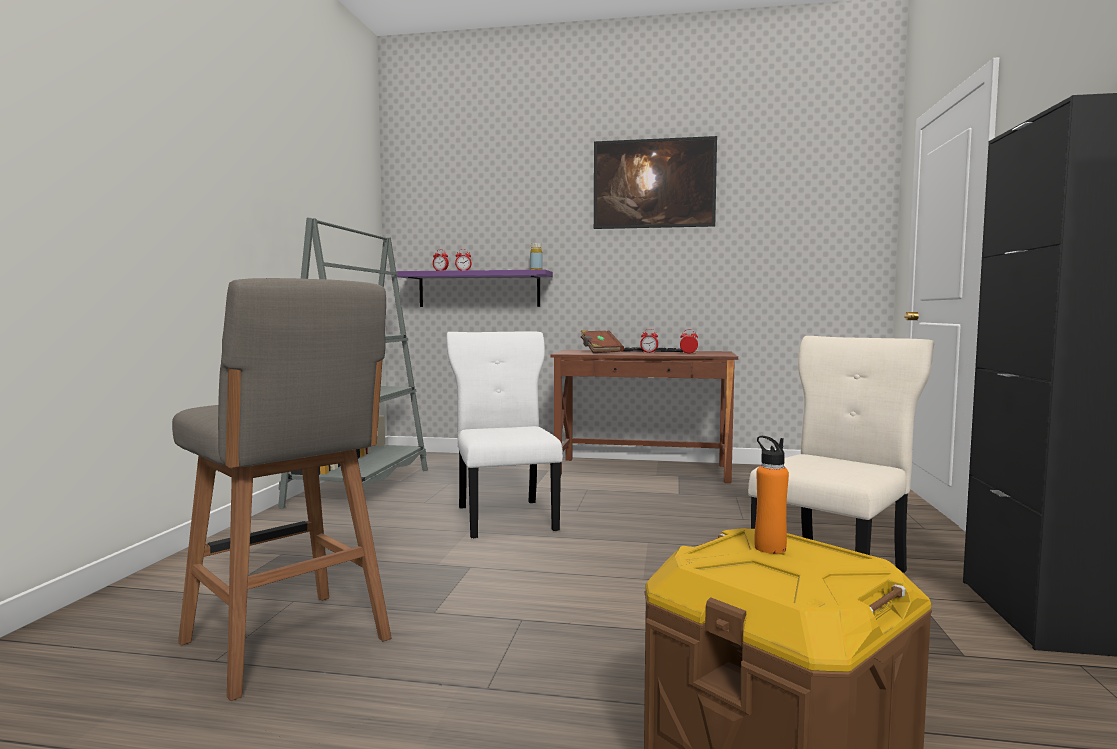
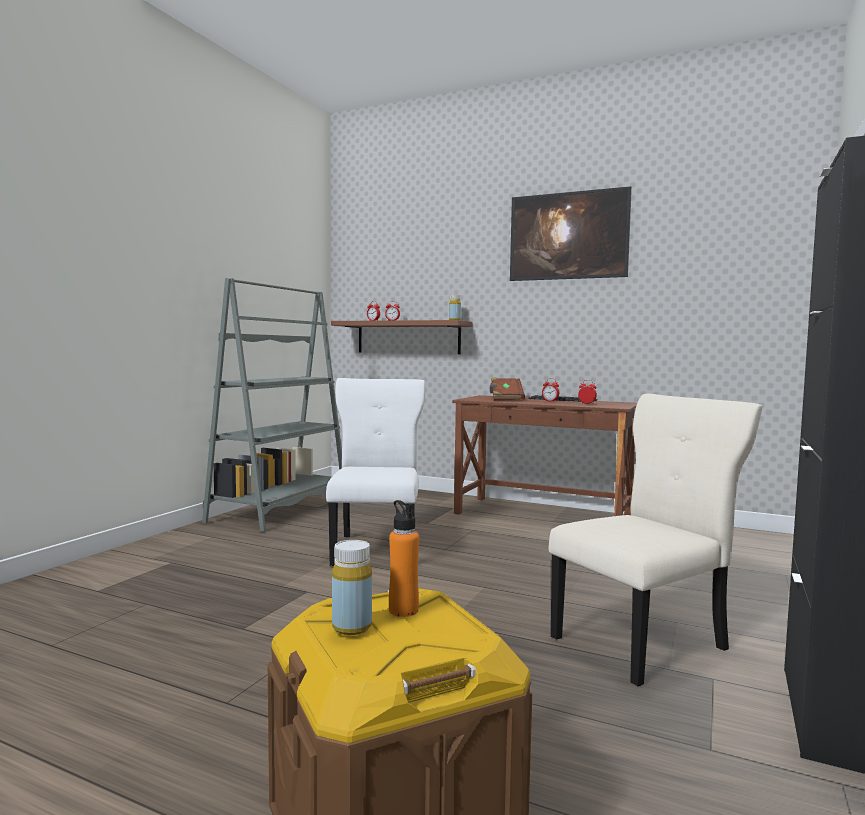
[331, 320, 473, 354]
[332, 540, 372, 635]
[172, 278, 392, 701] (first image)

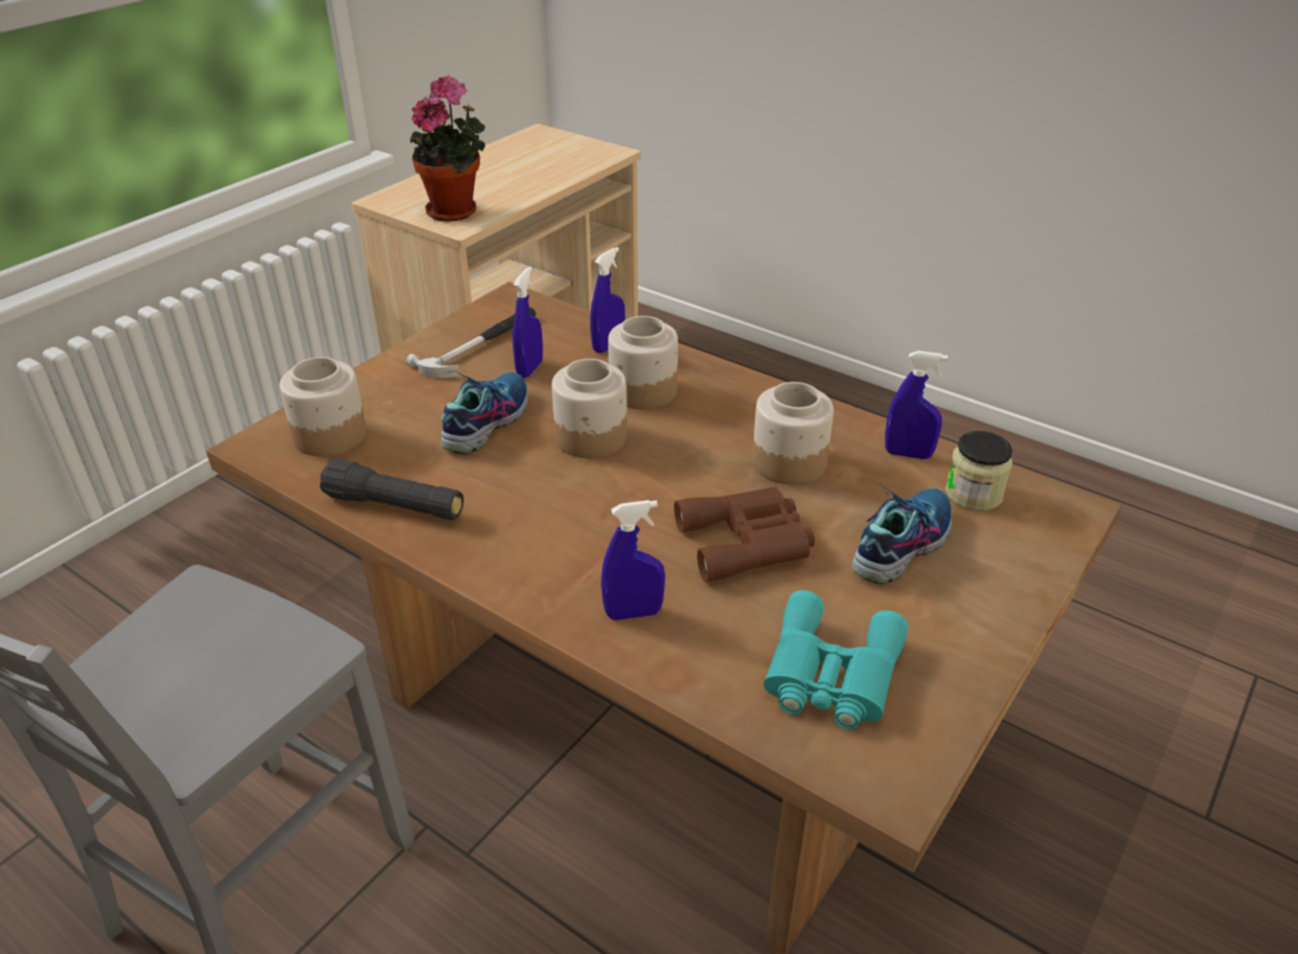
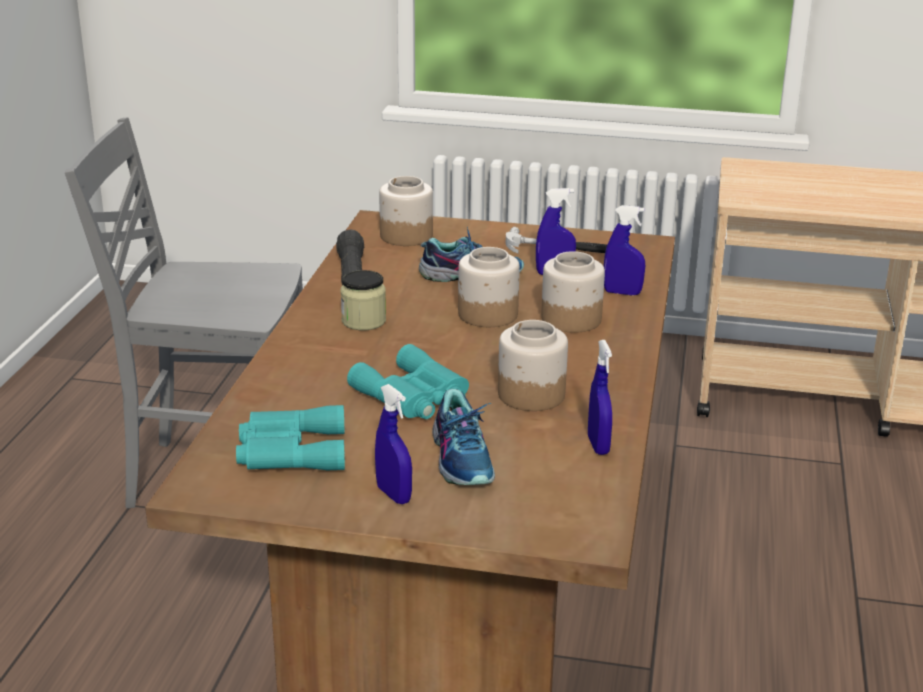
[340, 270, 386, 330]
[347, 344, 469, 419]
[375, 384, 412, 504]
[432, 389, 495, 485]
[410, 75, 486, 221] (first image)

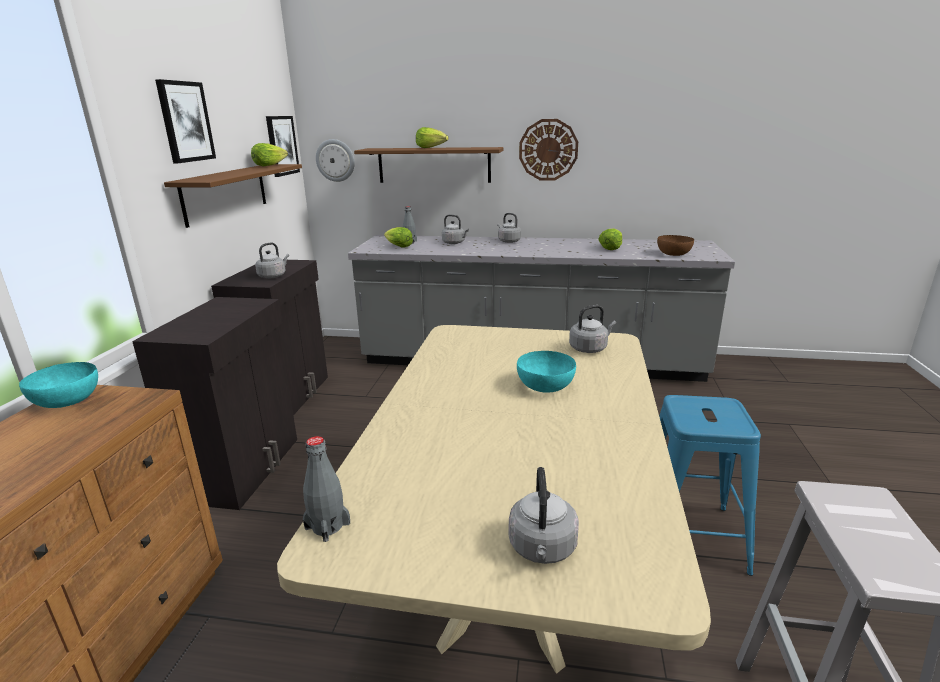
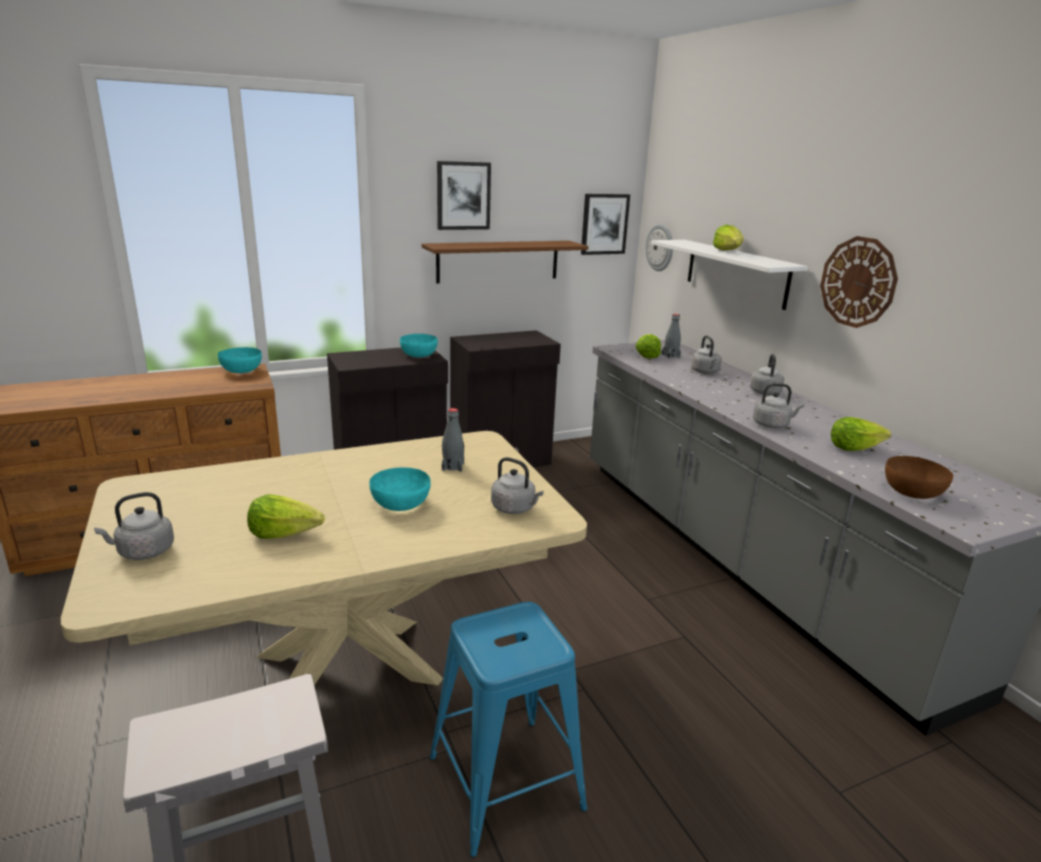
[247, 494, 325, 539]
[400, 334, 438, 357]
[442, 408, 464, 472]
[651, 240, 808, 310]
[753, 383, 804, 428]

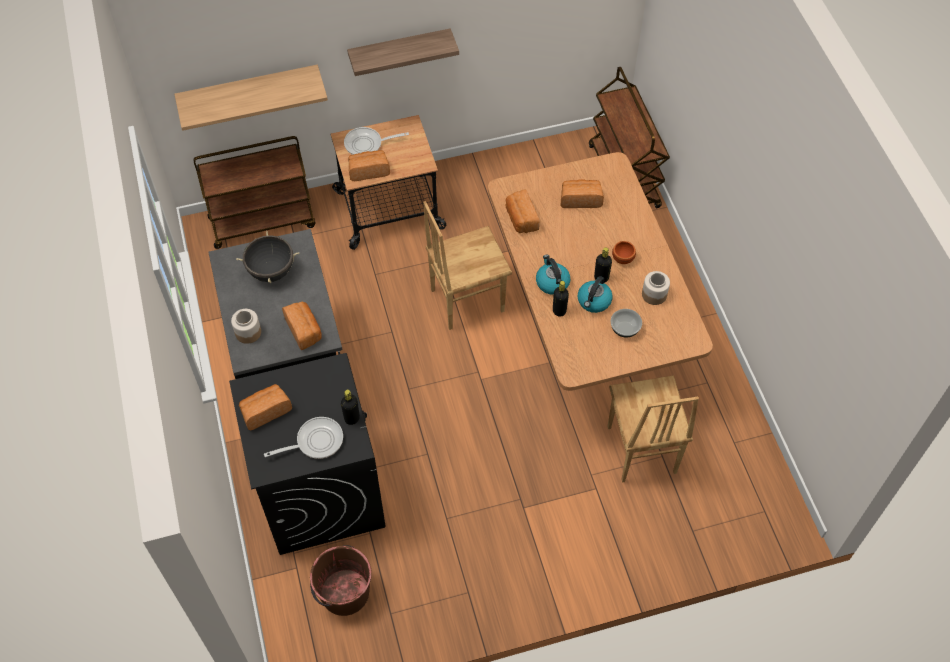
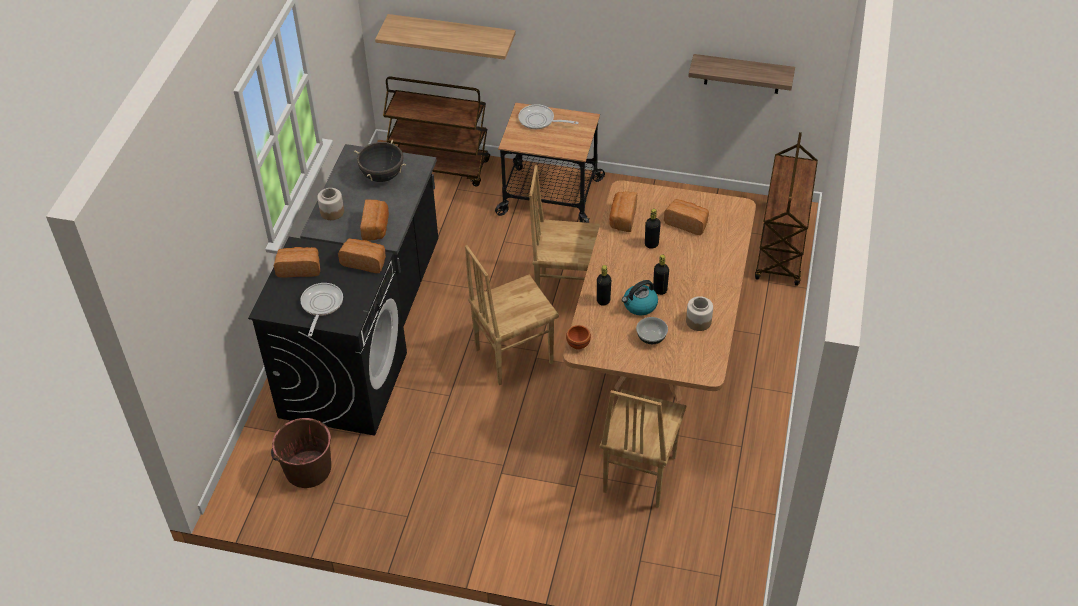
[300, 283, 343, 337]
[338, 238, 386, 273]
[465, 245, 559, 385]
[566, 325, 591, 350]
[645, 209, 661, 249]
[688, 54, 795, 94]
[536, 255, 570, 295] (first image)

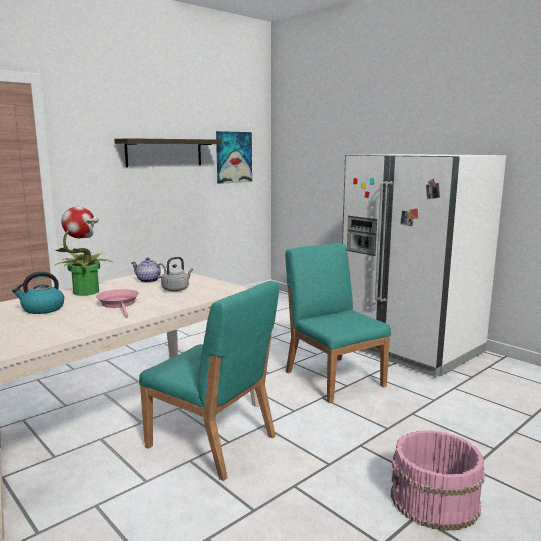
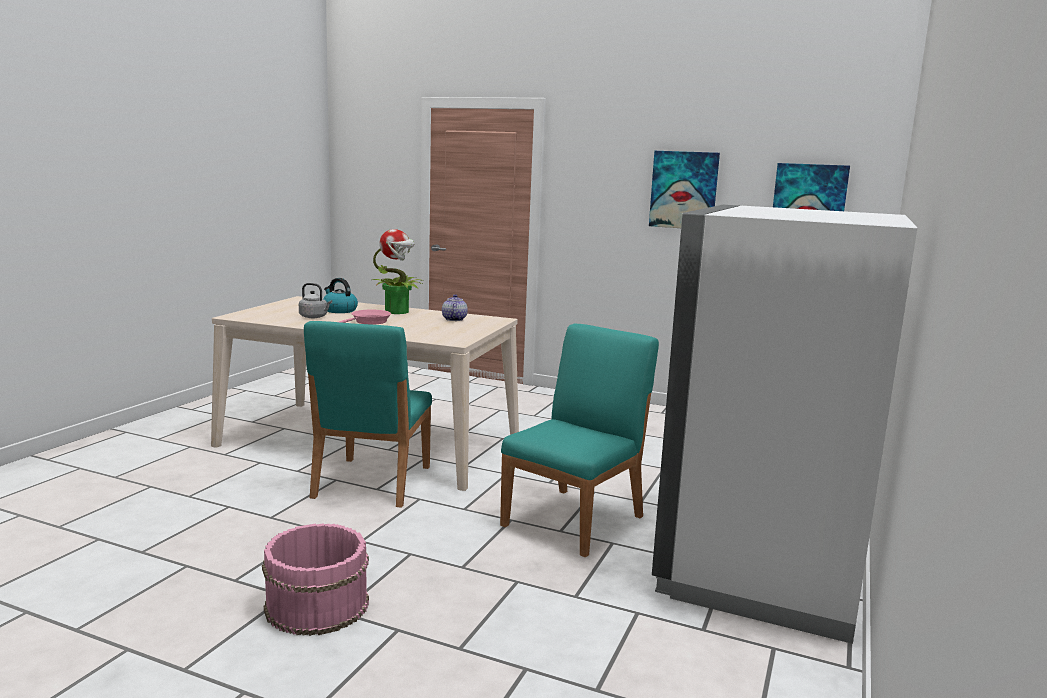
[299, 283, 332, 318]
[649, 151, 720, 228]

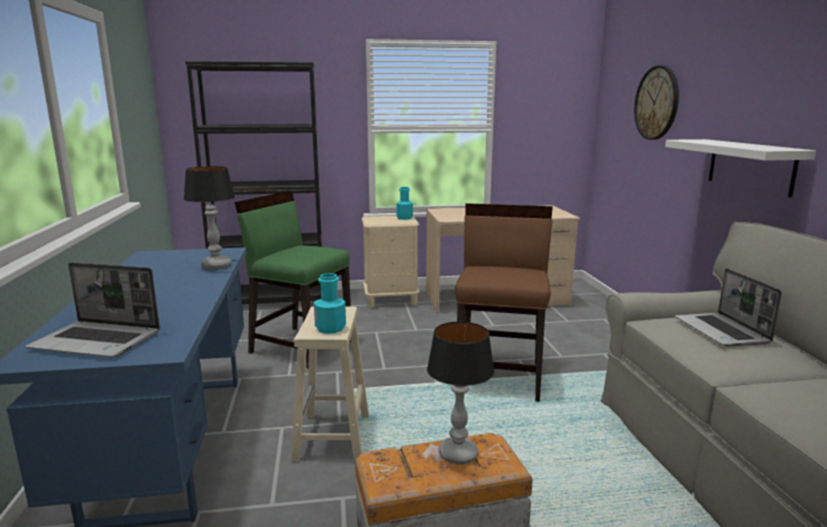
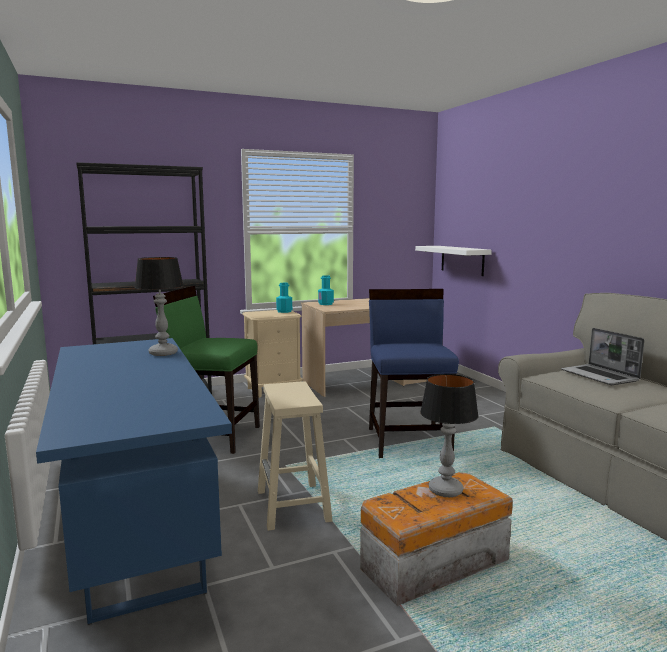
[318, 275, 334, 305]
[369, 289, 459, 458]
[415, 246, 492, 276]
[25, 262, 160, 357] (first image)
[634, 66, 679, 140] (first image)

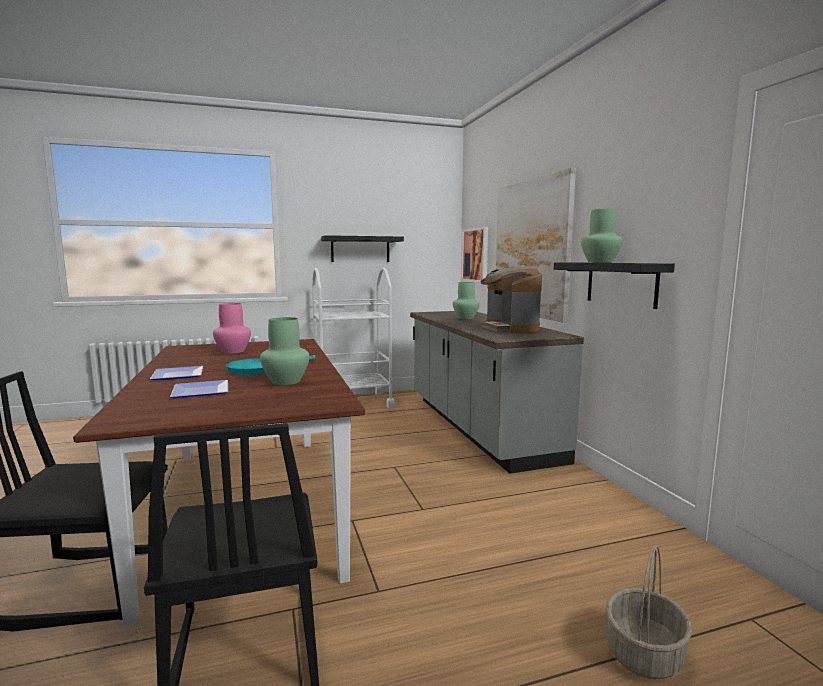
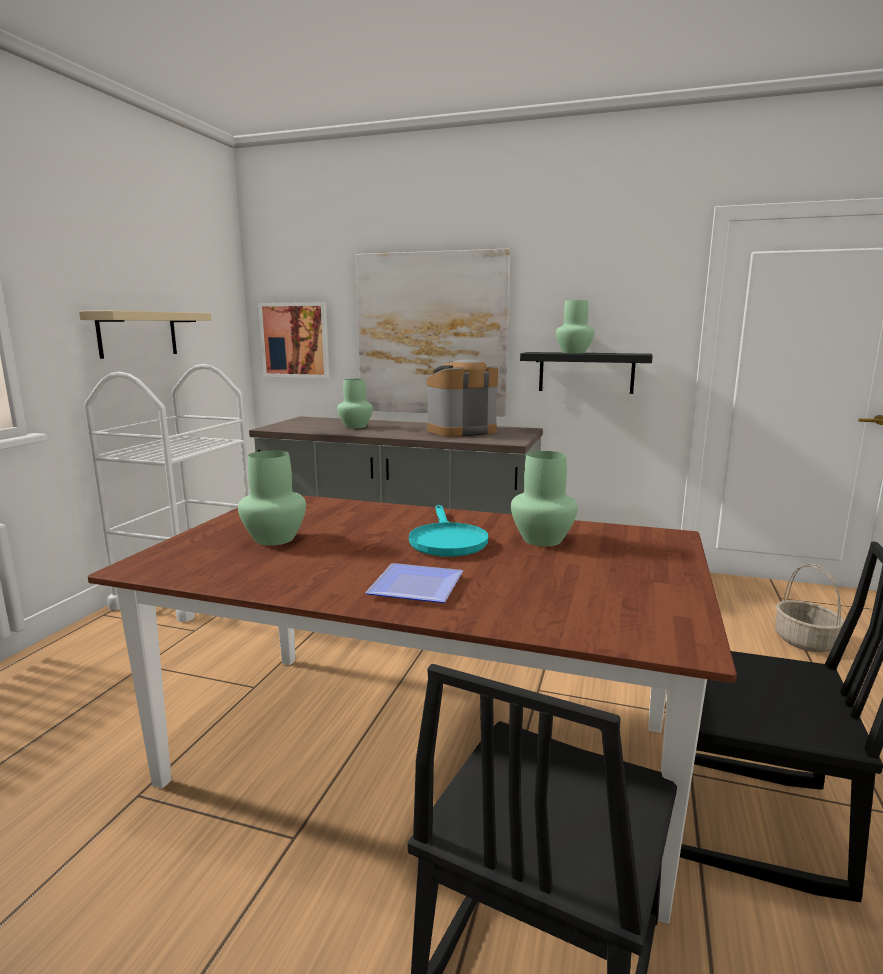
[79, 311, 212, 359]
[238, 450, 306, 546]
[427, 359, 498, 437]
[170, 380, 228, 398] (first image)

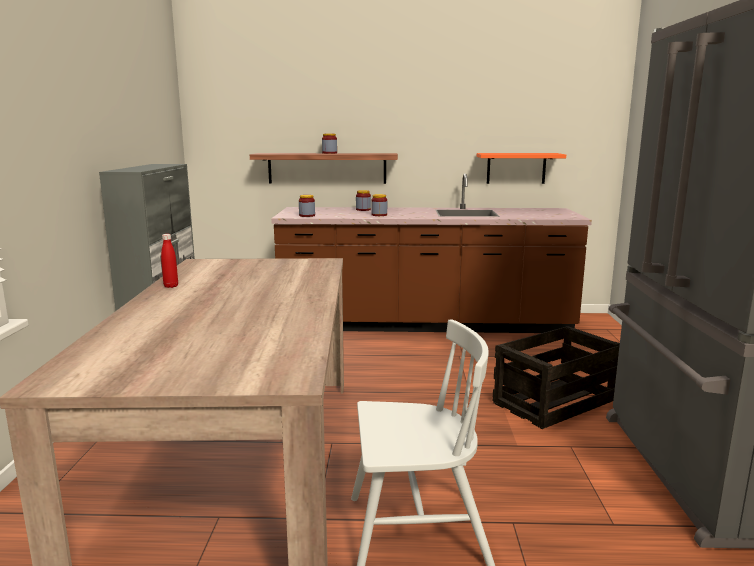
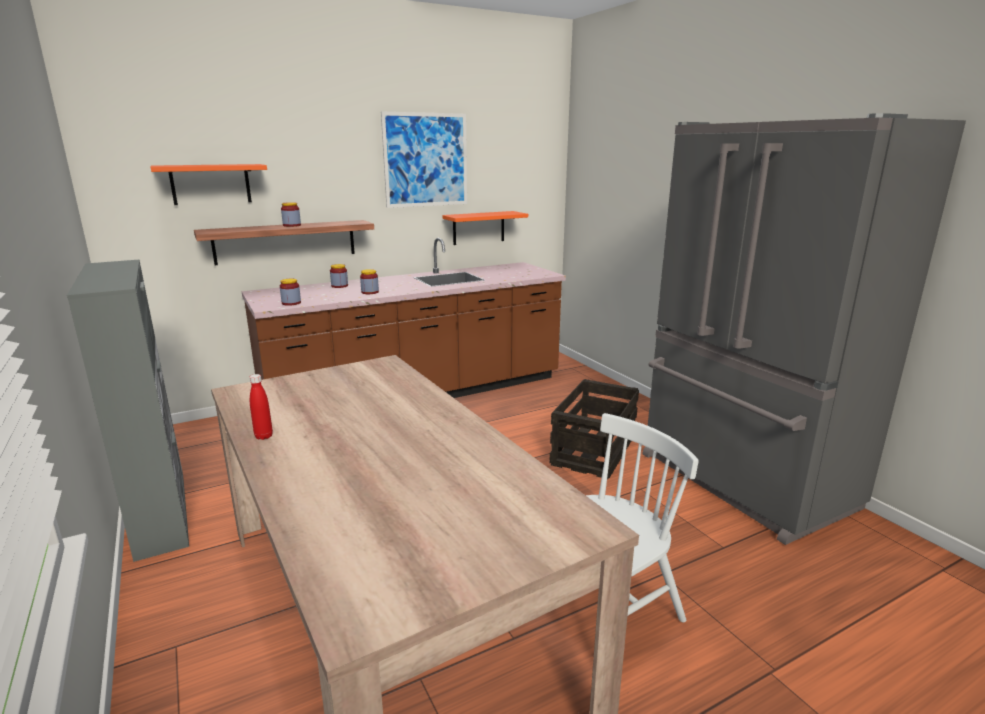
[151, 164, 267, 205]
[381, 111, 467, 208]

